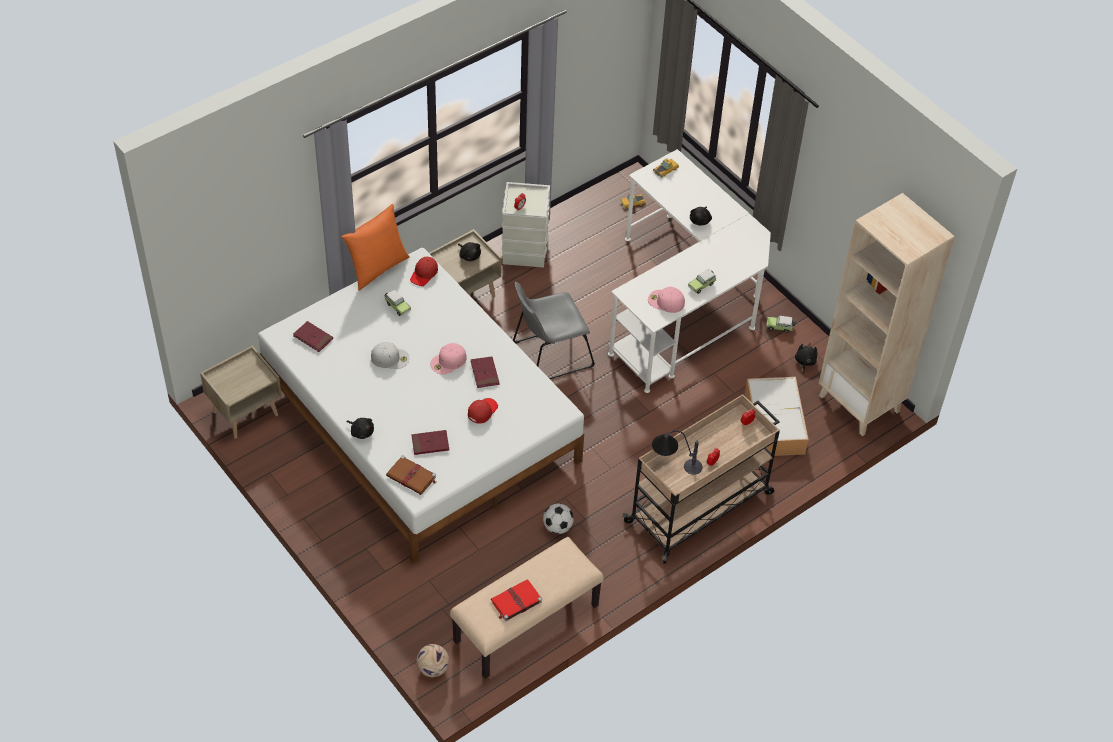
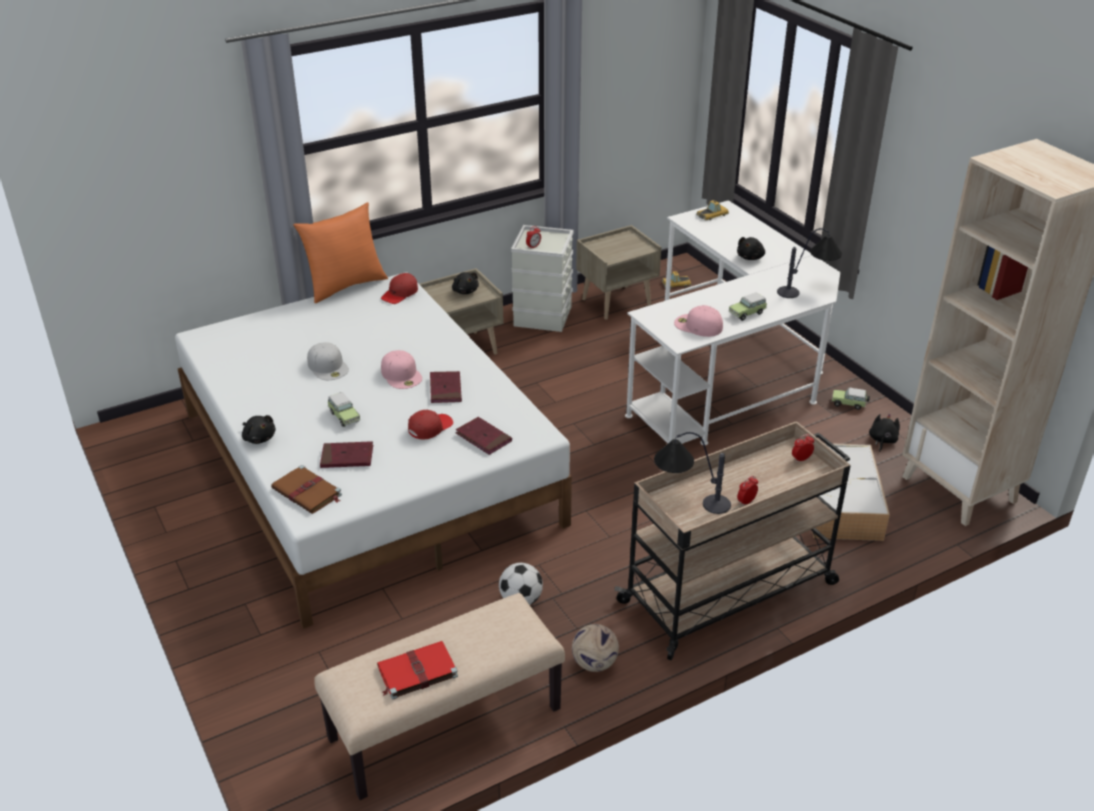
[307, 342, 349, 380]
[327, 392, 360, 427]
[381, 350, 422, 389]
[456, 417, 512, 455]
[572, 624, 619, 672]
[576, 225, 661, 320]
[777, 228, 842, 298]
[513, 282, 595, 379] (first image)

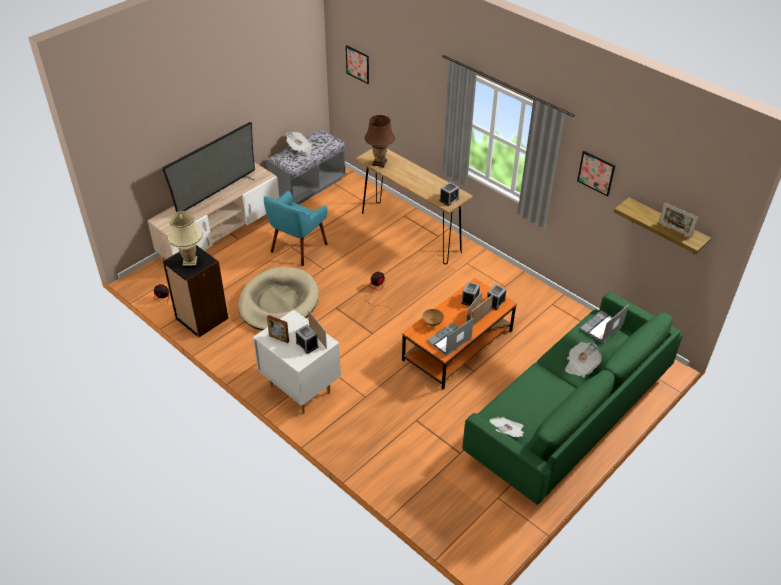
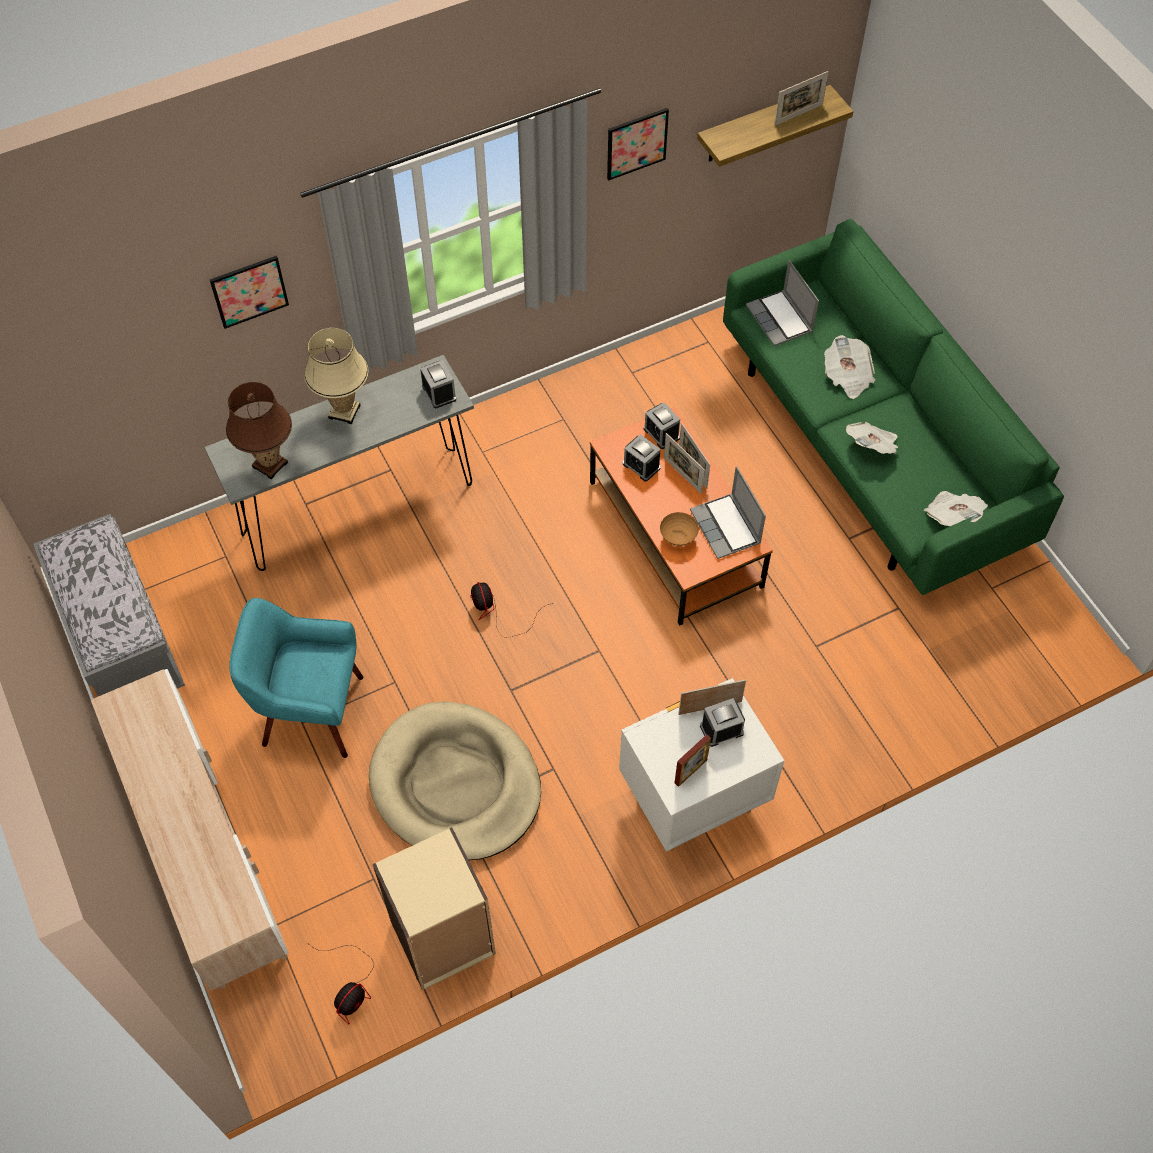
[205, 355, 474, 571]
[210, 256, 289, 329]
[229, 598, 363, 758]
[304, 328, 368, 424]
[373, 827, 496, 990]
[846, 422, 898, 454]
[162, 122, 255, 212] (first image)

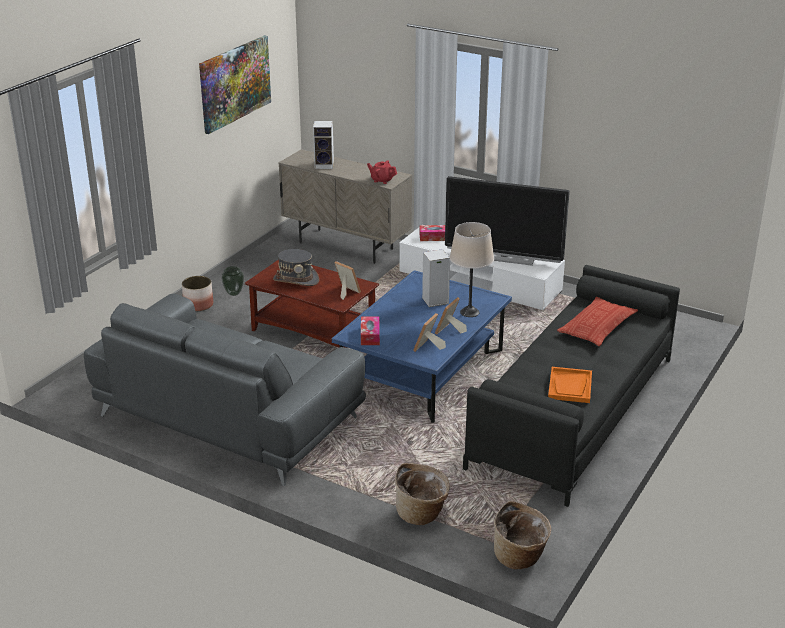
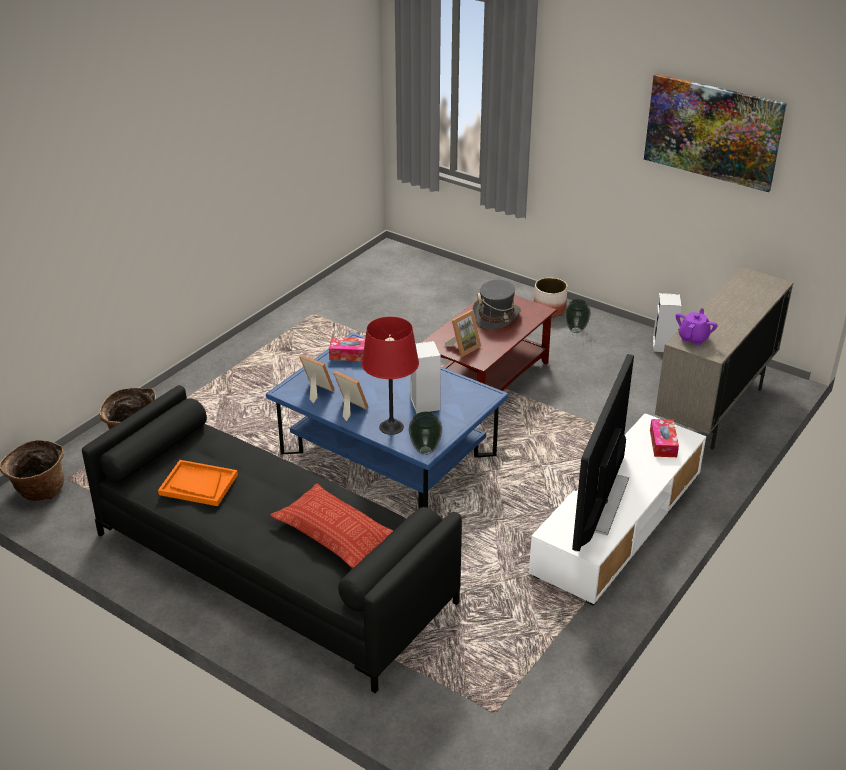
[362, 317, 419, 435]
[409, 412, 442, 455]
[653, 293, 681, 352]
[676, 308, 718, 345]
[84, 293, 366, 486] (first image)

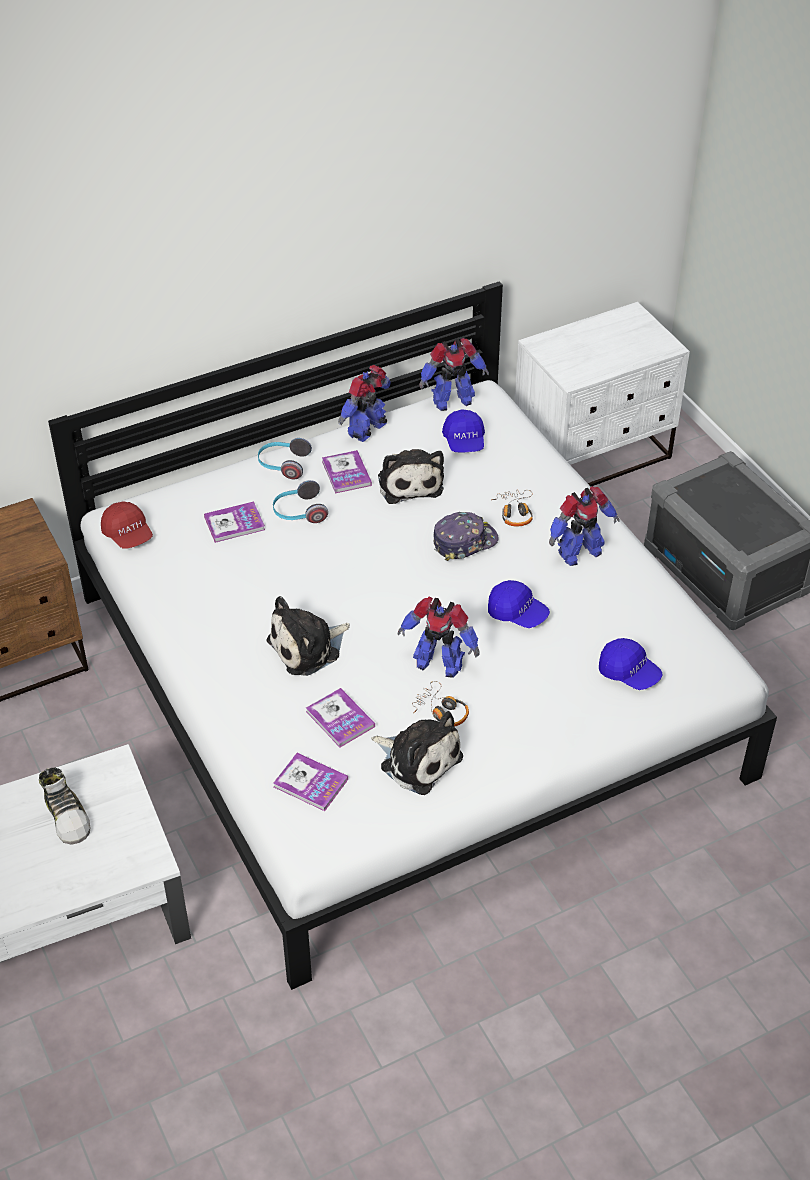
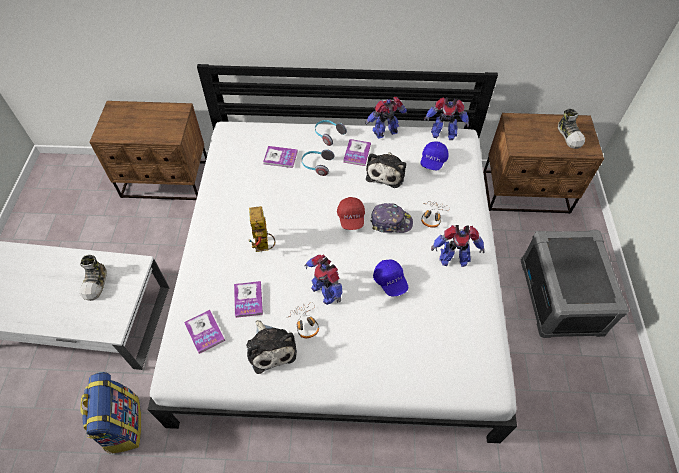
[80, 372, 141, 454]
[248, 206, 275, 252]
[337, 197, 365, 230]
[483, 113, 604, 214]
[558, 109, 585, 149]
[599, 638, 662, 690] (first image)

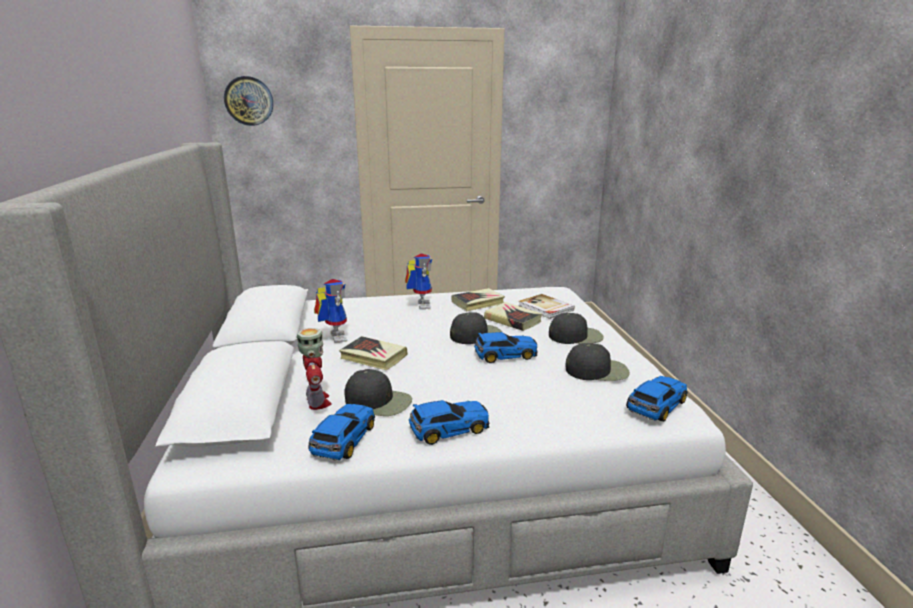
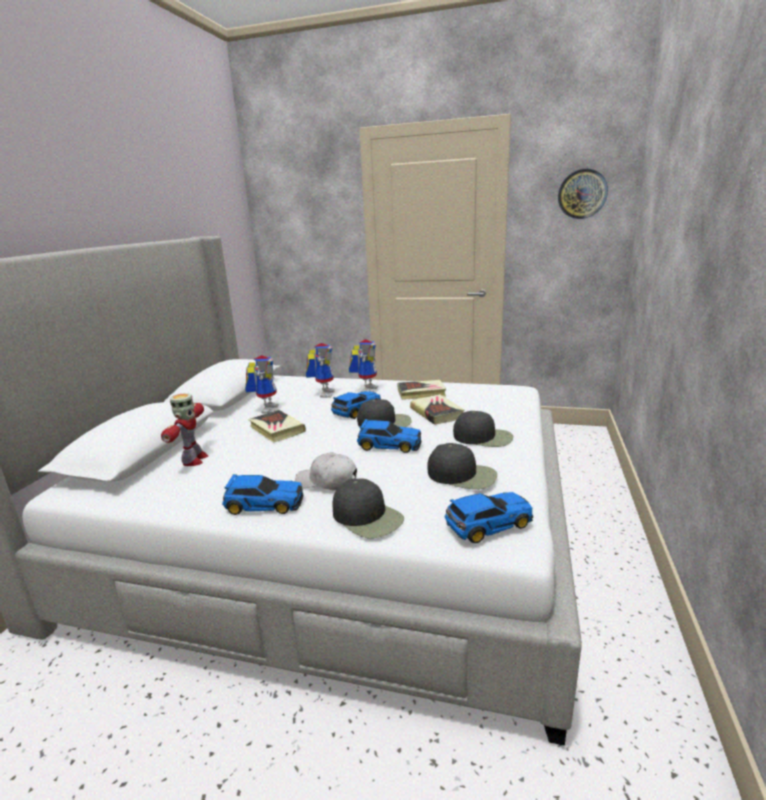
[295, 452, 357, 490]
[306, 343, 335, 398]
[331, 391, 381, 419]
[332, 478, 404, 538]
[558, 169, 608, 219]
[519, 294, 575, 319] (first image)

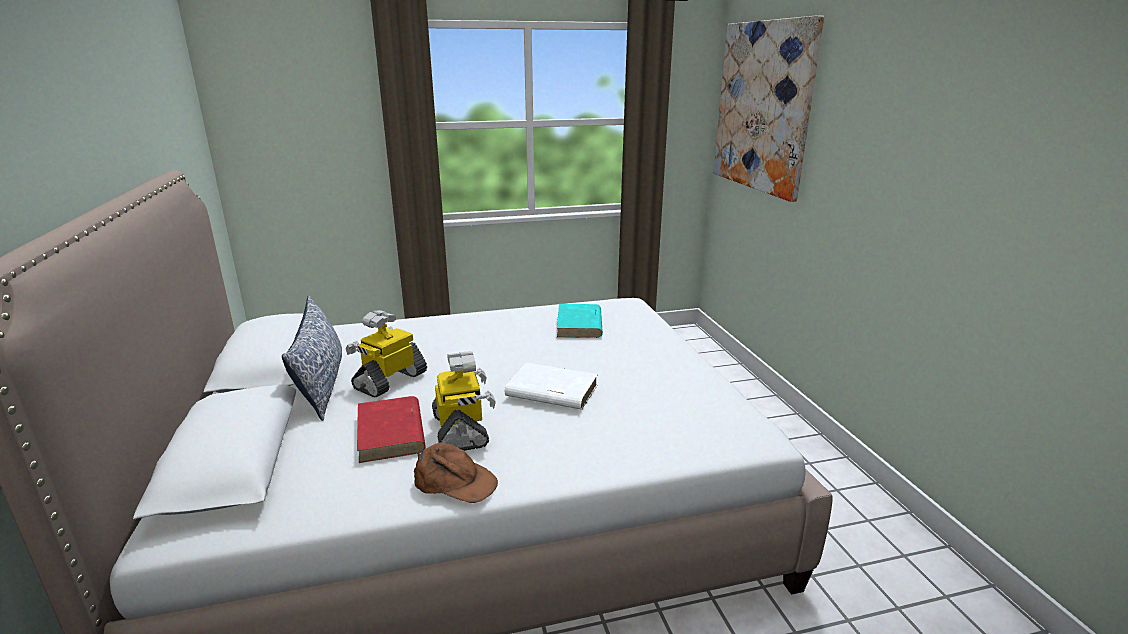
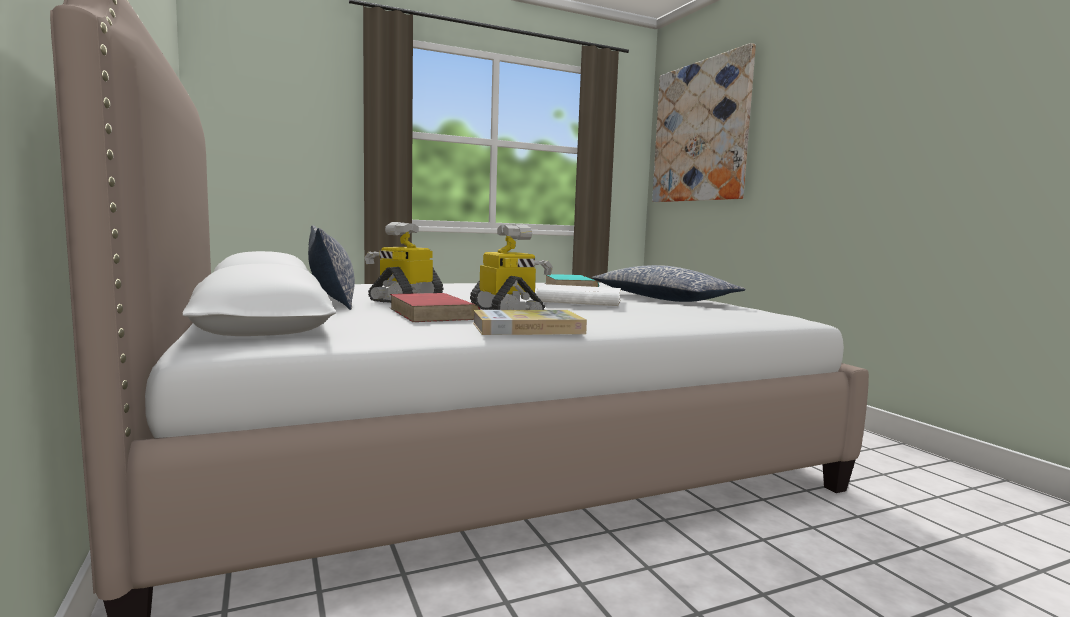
[473, 310, 587, 335]
[592, 265, 745, 302]

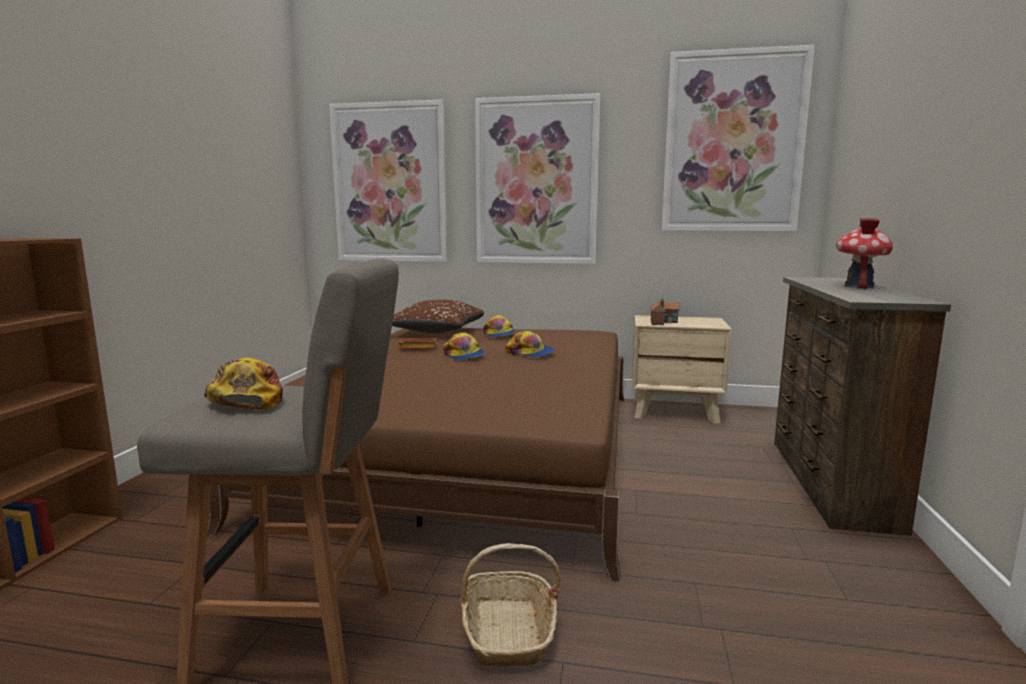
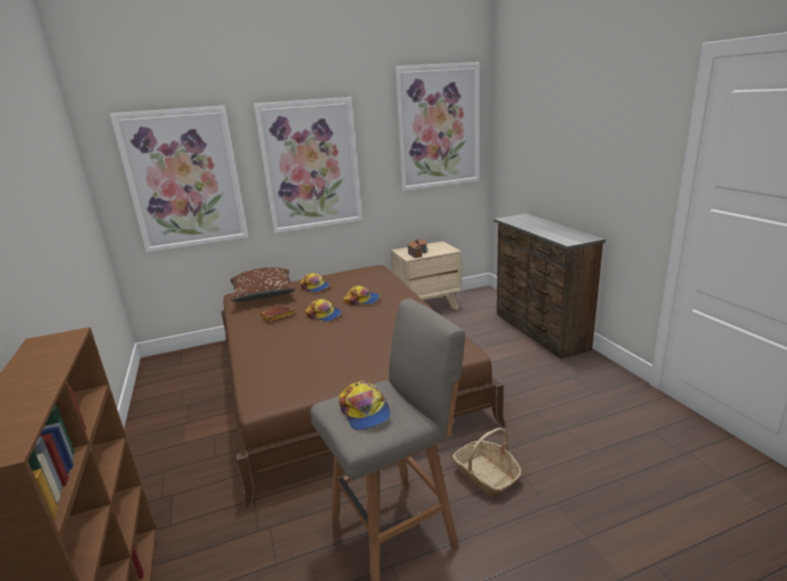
[339, 381, 391, 430]
[836, 218, 893, 289] (first image)

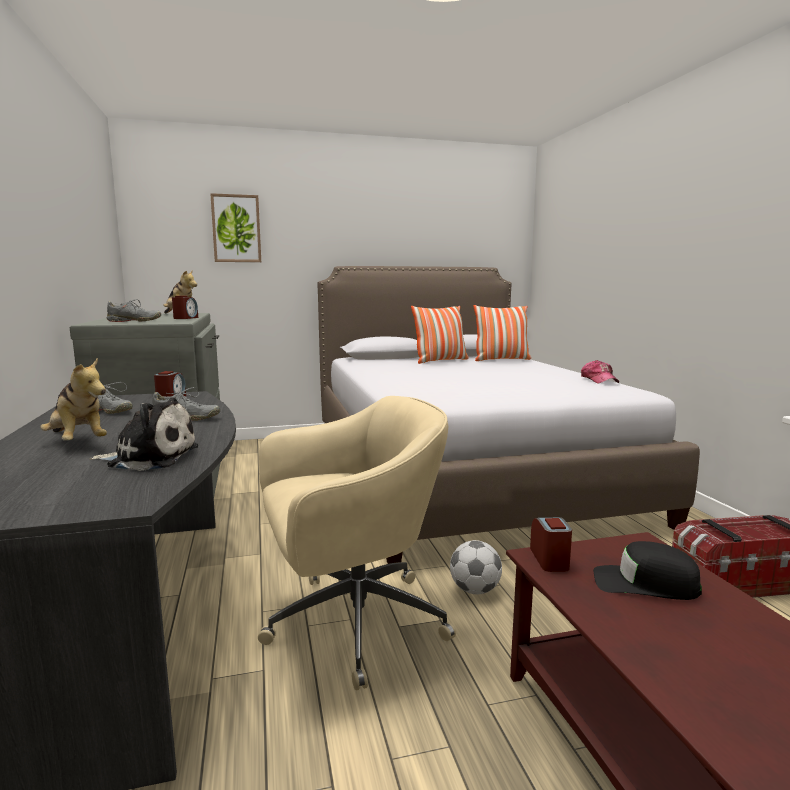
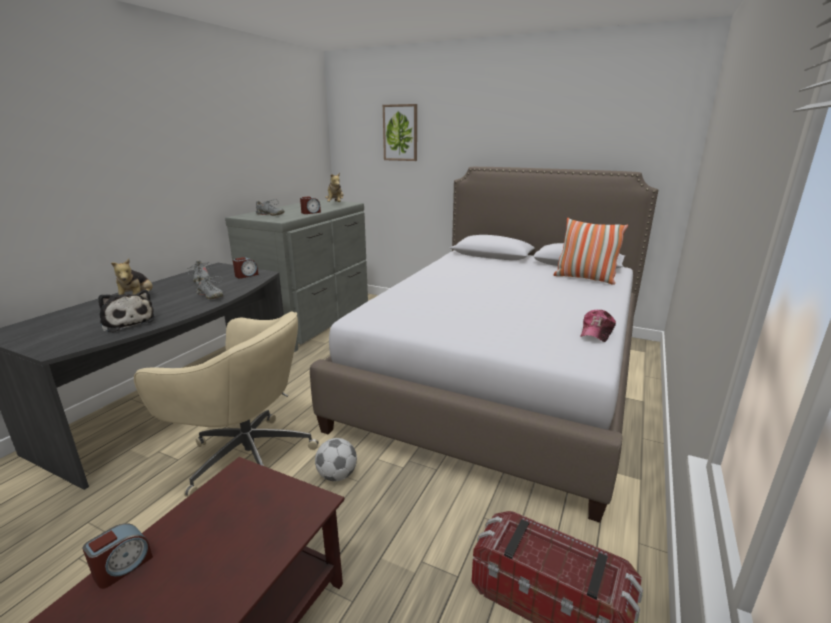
[82, 523, 153, 589]
[411, 306, 469, 364] (first image)
[593, 541, 702, 600] (first image)

